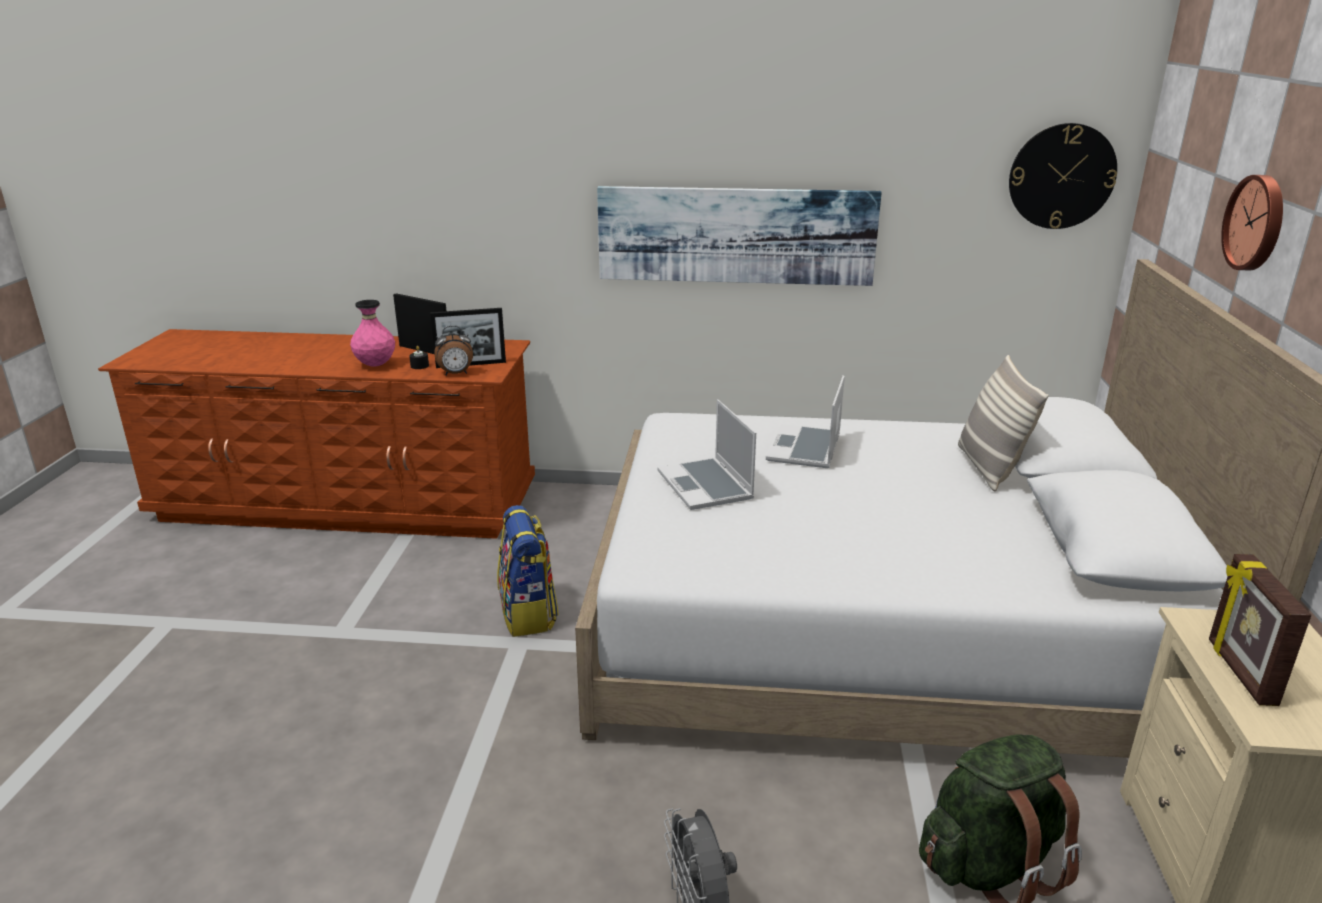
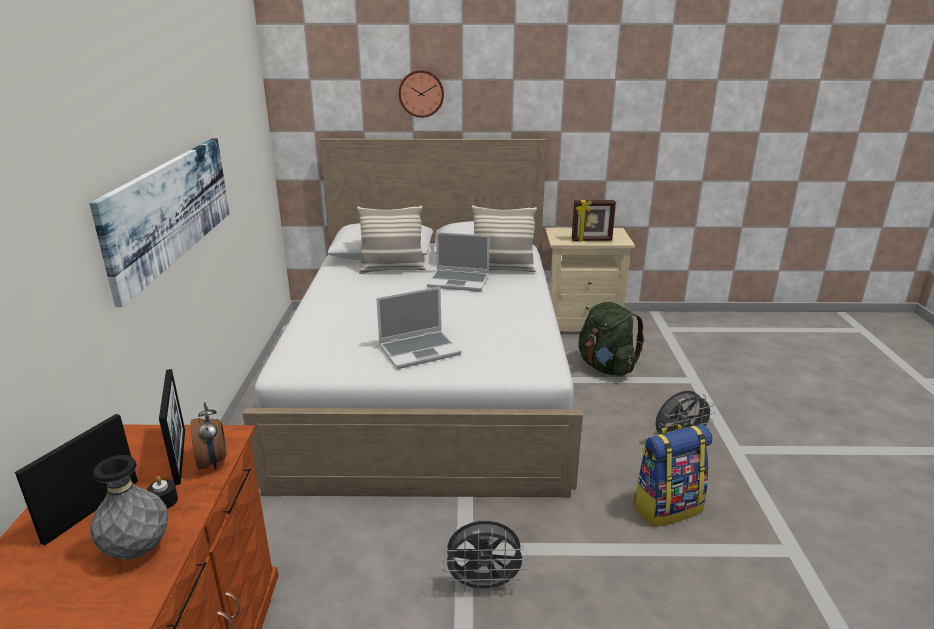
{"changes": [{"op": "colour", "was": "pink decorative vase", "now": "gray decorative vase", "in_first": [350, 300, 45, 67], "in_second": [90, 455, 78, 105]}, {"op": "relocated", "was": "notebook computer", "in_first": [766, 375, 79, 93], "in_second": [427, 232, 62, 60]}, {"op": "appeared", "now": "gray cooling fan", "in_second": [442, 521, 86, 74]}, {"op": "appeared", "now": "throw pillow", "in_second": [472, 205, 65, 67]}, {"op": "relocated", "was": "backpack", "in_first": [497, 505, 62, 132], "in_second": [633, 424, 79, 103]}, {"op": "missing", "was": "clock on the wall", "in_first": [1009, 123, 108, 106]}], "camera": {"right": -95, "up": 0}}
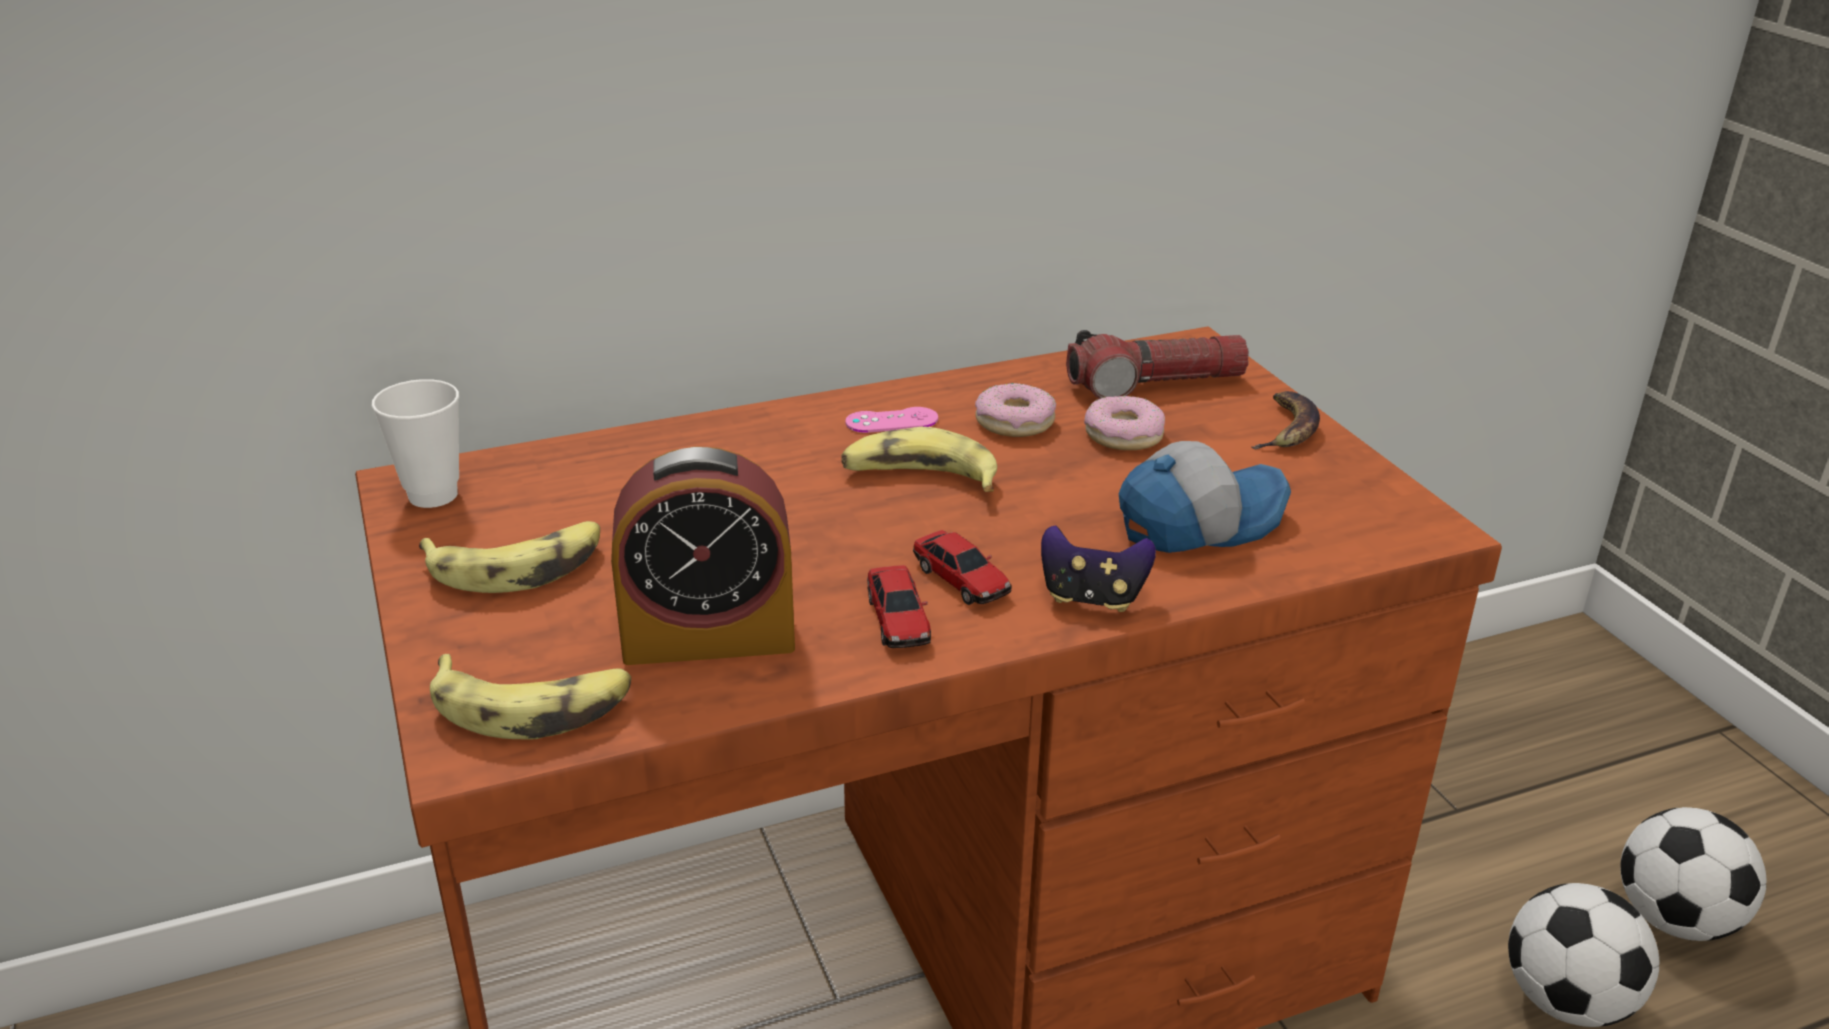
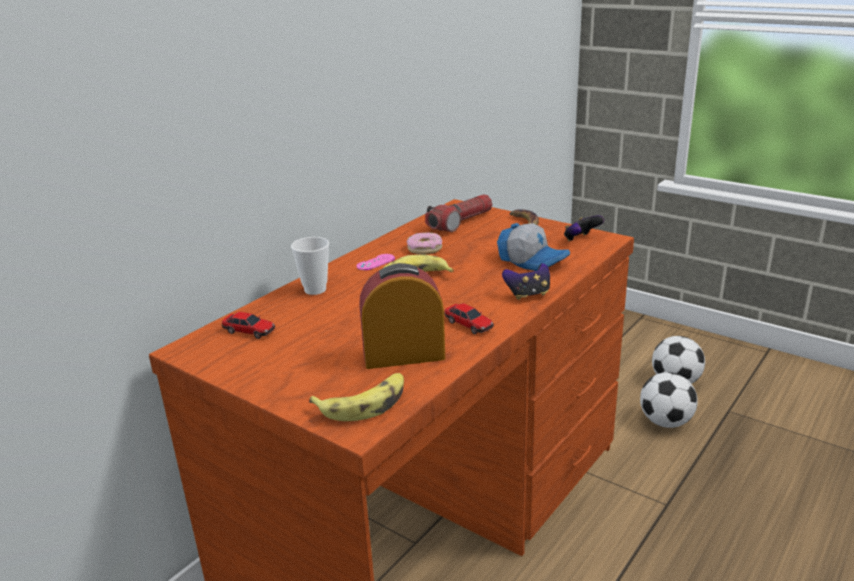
{"changes": [{"op": "relocated", "was": "model car", "in_first": [913, 530, 99, 75], "in_second": [222, 312, 53, 27]}, {"op": "relocated", "was": "small cup", "in_first": [372, 379, 87, 129], "in_second": [291, 237, 38, 58]}, {"op": "spun", "was": "table clock", "in_first": [611, 446, 184, 219], "in_second": [359, 263, 86, 106], "clockwise": -150}, {"op": "spun", "was": "peaked cap", "in_first": [1119, 441, 172, 112], "in_second": [497, 223, 73, 48], "clockwise": 90}, {"op": "appeared", "now": "game controller", "in_second": [564, 216, 40, 25]}, {"op": "missing", "was": "banana", "in_first": [419, 521, 181, 72]}, {"op": "missing", "was": "doughnut", "in_first": [1084, 396, 81, 54]}], "camera": {"right": -30, "up": -5}}
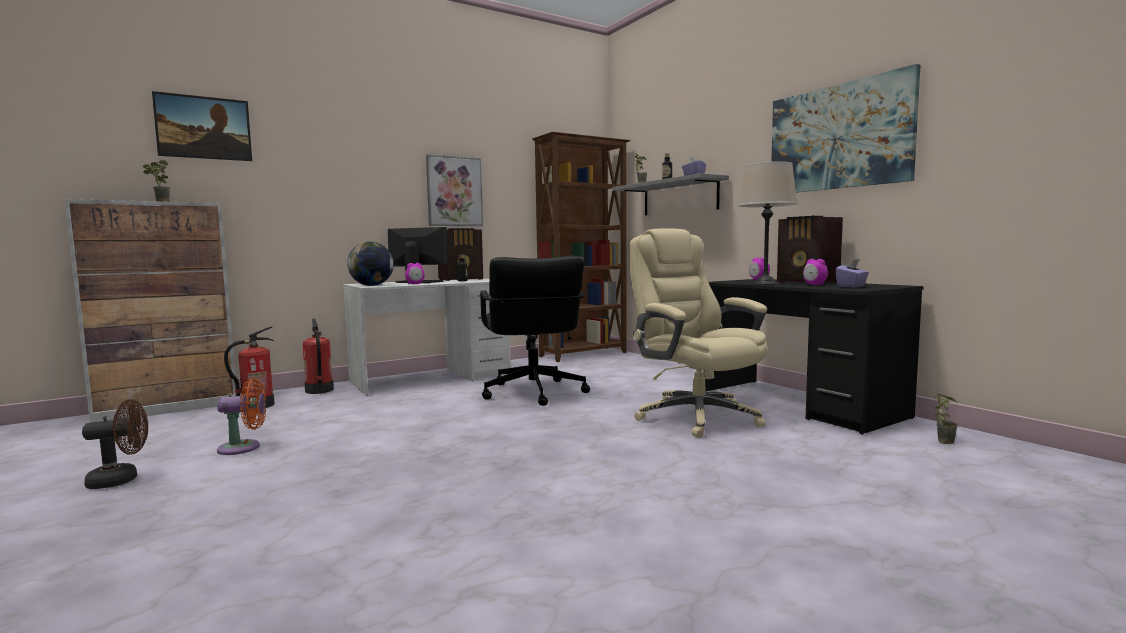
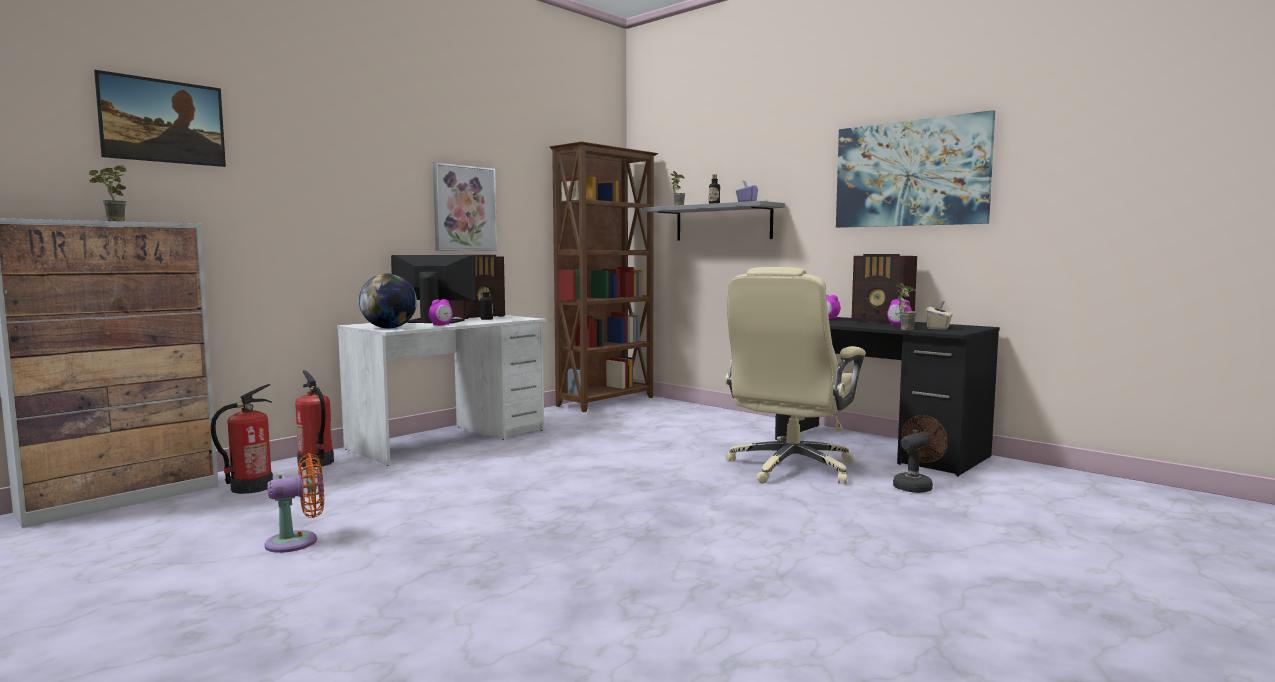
{"changes": [{"op": "spun", "was": "beige-coloured office chair", "in_first": [629, 228, 139, 210], "in_second": [725, 267, 141, 217], "clockwise": -105}, {"op": "relocated", "was": "brown cooling fan", "in_first": [82, 399, 66, 90], "in_second": [893, 415, 55, 78]}, {"op": "relocated", "was": "plant in a pot", "in_first": [934, 393, 24, 51], "in_second": [896, 283, 21, 47]}, {"op": "colour", "was": "purple-coloured box of tissues", "now": "beige-coloured box of tissues", "in_first": [835, 259, 34, 29], "in_second": [926, 301, 27, 29]}, {"op": "missing", "was": "blackish office chair", "in_first": [480, 256, 110, 150]}, {"op": "missing", "was": "beige-coloured table lamp", "in_first": [738, 161, 60, 124]}], "camera": {"right": -15, "up": 0}}
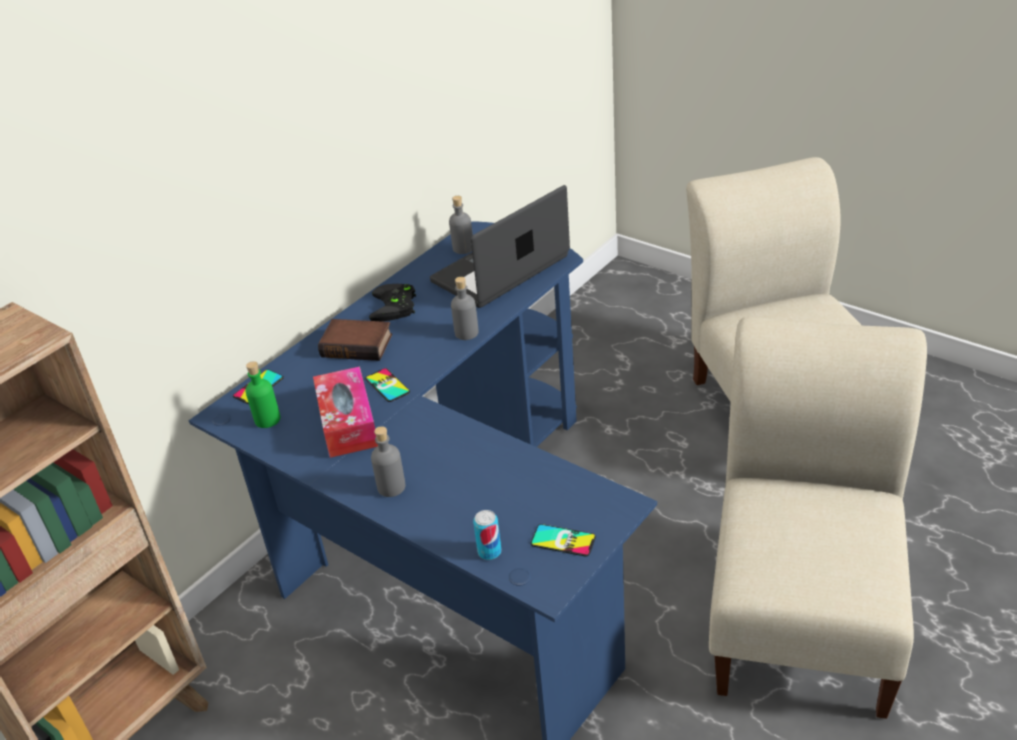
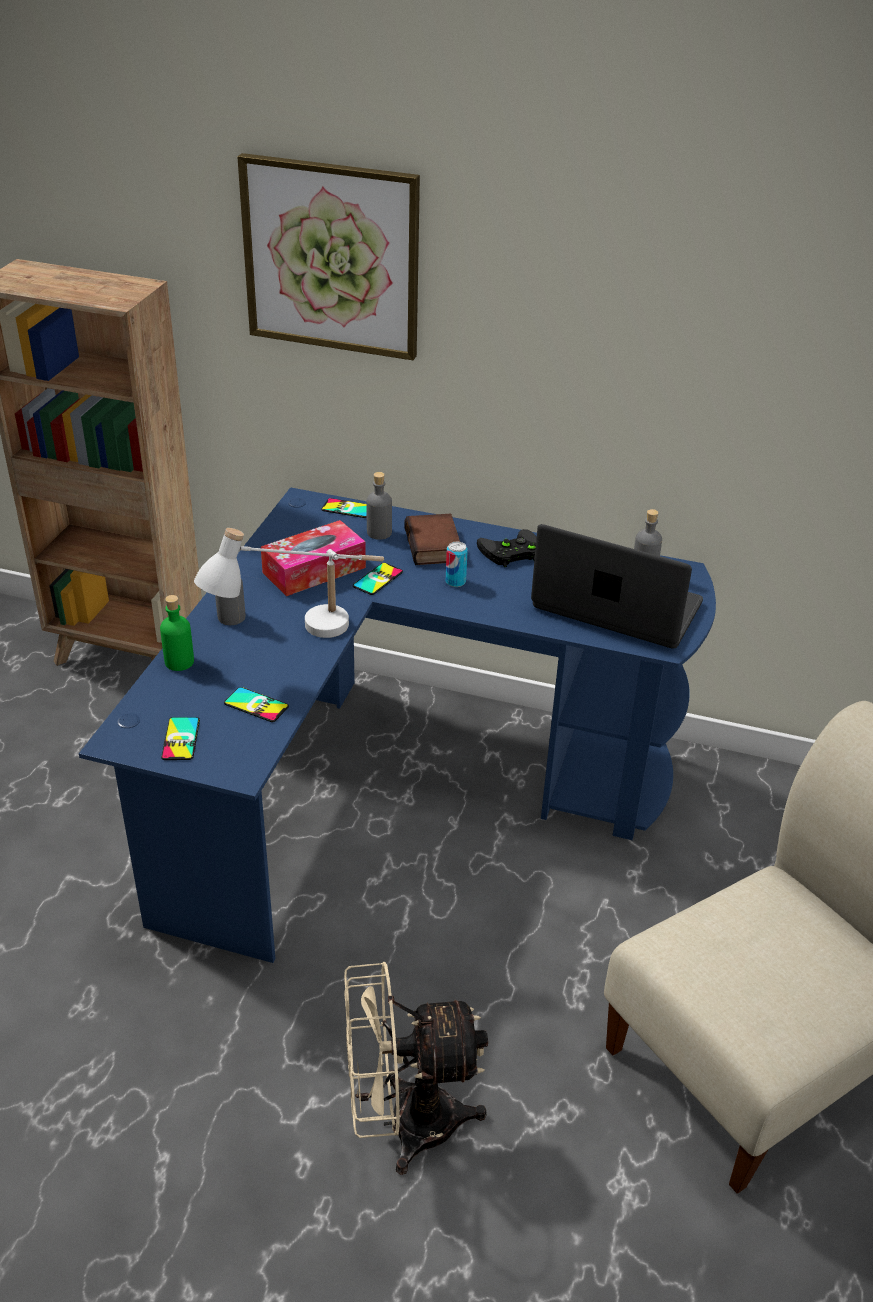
{"changes": [{"op": "relocated", "was": "green-coloured beverage bottle", "in_first": [246, 361, 34, 67], "in_second": [160, 595, 34, 76]}, {"op": "appeared", "now": "whitish table lamp", "in_second": [194, 528, 190, 110]}, {"op": "appeared", "now": "phone", "in_second": [224, 687, 65, 35]}, {"op": "appeared", "now": "picture", "in_second": [237, 153, 183, 207]}, {"op": "exchanged", "was": "beige-coloured chair", "now": "beige-coloured cooling fan", "in_first": [709, 317, 218, 402], "in_second": [344, 962, 144, 213]}, {"op": "relocated", "was": "gray beverage bottle", "in_first": [451, 277, 28, 63], "in_second": [366, 472, 26, 68]}, {"op": "relocated", "was": "sealed can", "in_first": [473, 510, 28, 50], "in_second": [446, 542, 22, 45]}], "camera": {"right": 65, "up": 0}}
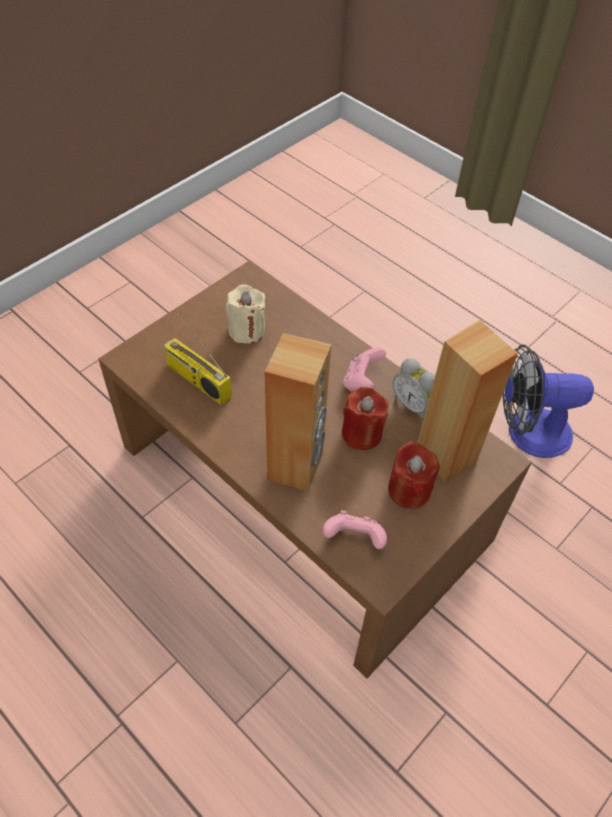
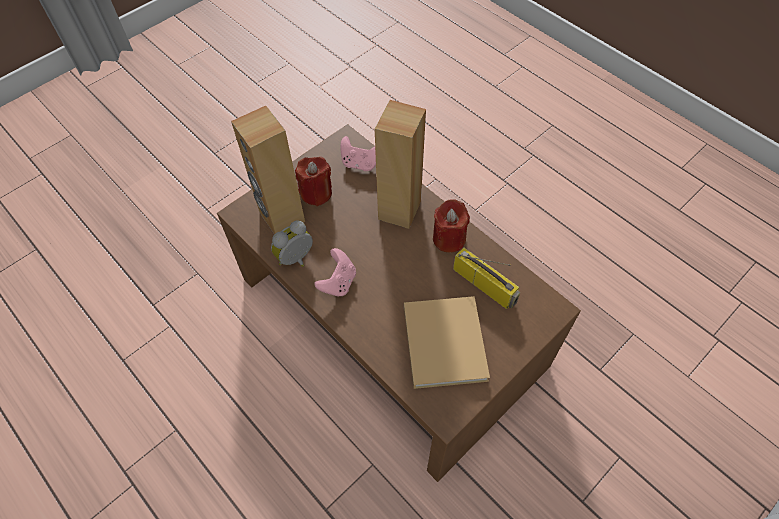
{"changes": [{"op": "spun", "was": "table clock", "in_first": [393, 358, 42, 62], "in_second": [271, 221, 42, 46], "clockwise": -90}, {"op": "exchanged", "was": "beige-coloured wax candle", "now": "beige-coloured volume", "in_first": [226, 284, 39, 60], "in_second": [404, 296, 86, 93]}, {"op": "relocated", "was": "red wax candle", "in_first": [342, 387, 47, 63], "in_second": [433, 199, 37, 54]}, {"op": "missing", "was": "cooling fan", "in_first": [502, 344, 92, 114]}], "camera": {"right": -175, "up": 5}}
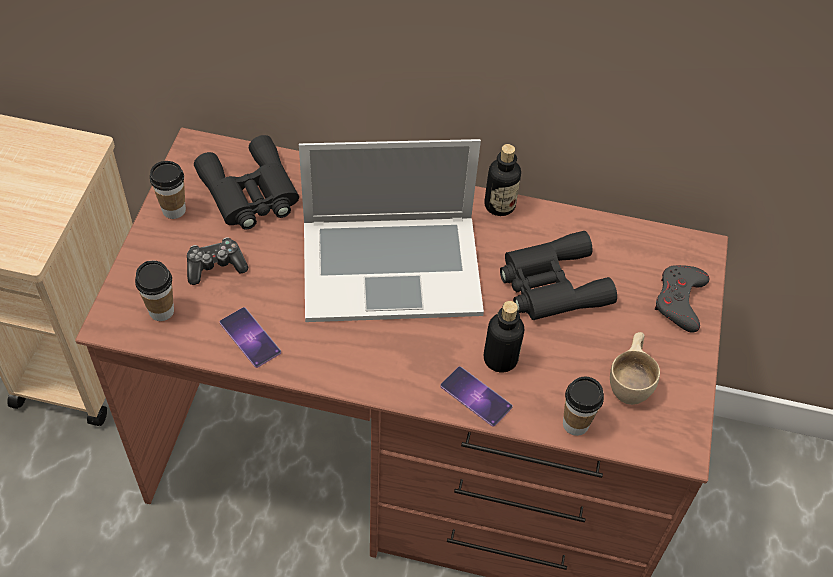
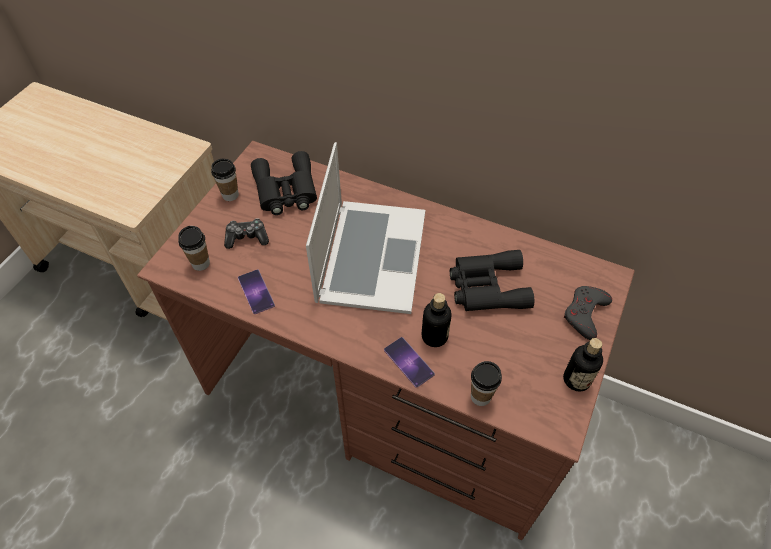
{"changes": [{"op": "spun", "was": "notebook computer", "in_first": [299, 139, 185, 183], "in_second": [306, 142, 119, 172], "clockwise": -90}, {"op": "relocated", "was": "beverage bottle", "in_first": [484, 144, 37, 72], "in_second": [563, 338, 40, 53]}, {"op": "missing", "was": "beige-coloured small cup", "in_first": [610, 332, 50, 73]}], "camera": {"right": 15, "up": 0}}
